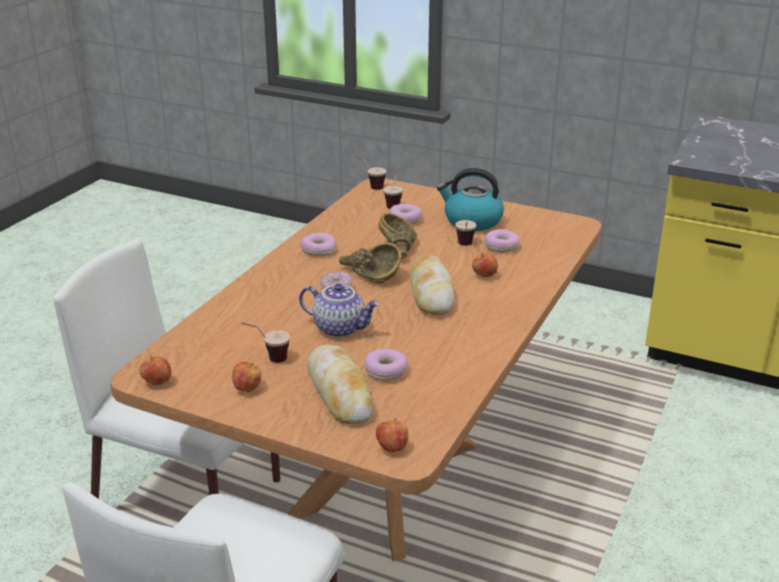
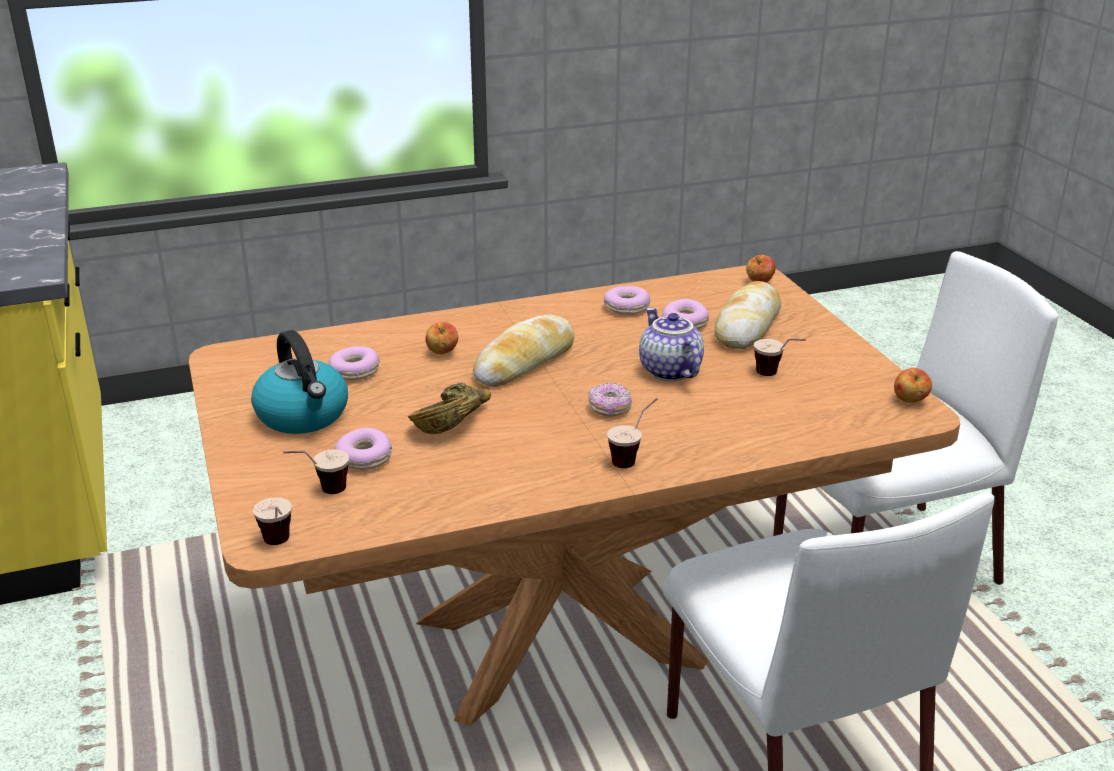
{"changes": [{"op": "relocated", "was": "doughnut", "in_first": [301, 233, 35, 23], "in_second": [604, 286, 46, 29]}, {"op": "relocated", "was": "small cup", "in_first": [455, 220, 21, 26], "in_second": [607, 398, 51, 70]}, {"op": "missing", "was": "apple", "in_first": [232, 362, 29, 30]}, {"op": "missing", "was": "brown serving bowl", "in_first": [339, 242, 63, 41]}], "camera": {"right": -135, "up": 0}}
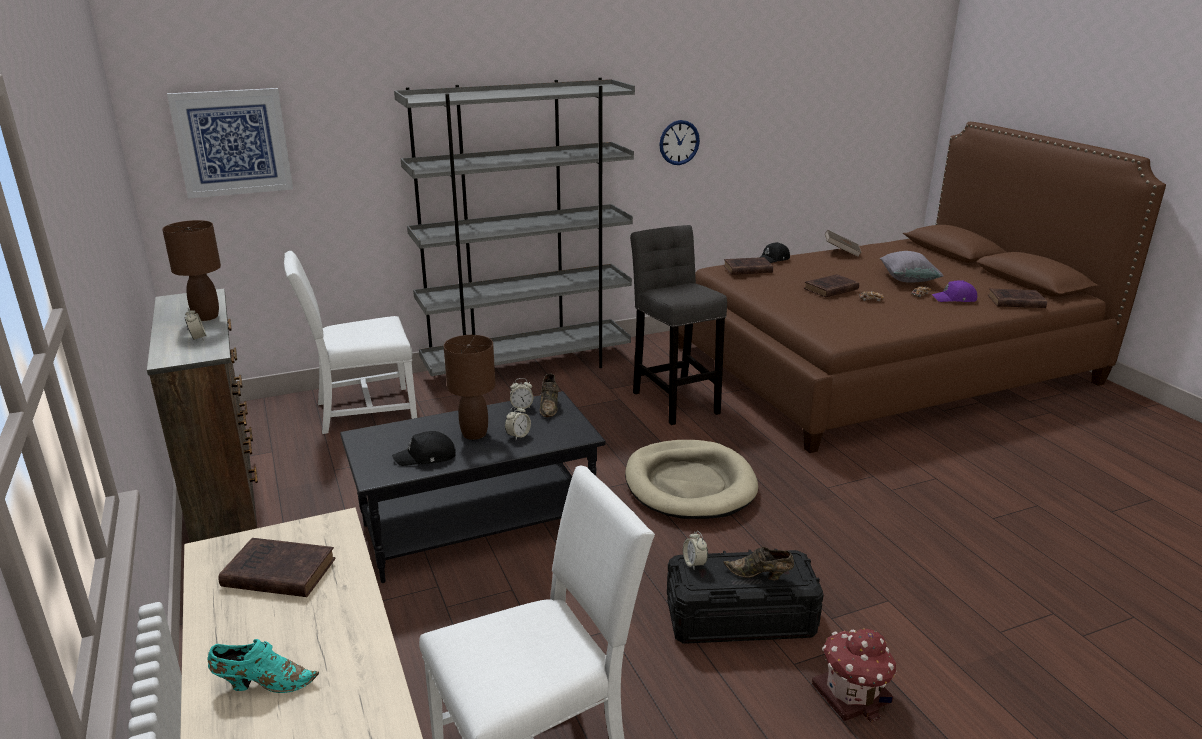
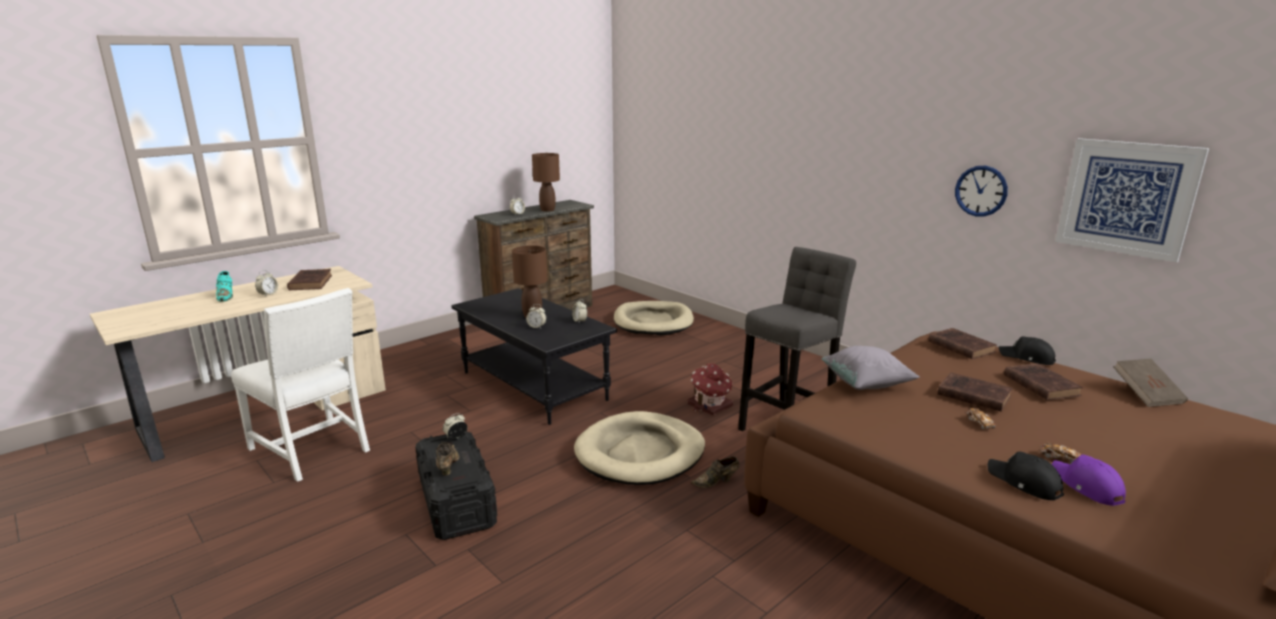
{"changes": [{"op": "appeared", "now": "table clock", "in_second": [255, 270, 23, 27]}, {"op": "exchanged", "was": "whitish chair", "now": "beige-coloured dog cushion", "in_first": [284, 251, 133, 183], "in_second": [614, 301, 80, 34]}, {"op": "relocated", "was": "model house", "in_first": [812, 629, 85, 94], "in_second": [688, 364, 45, 51]}, {"op": "relocated", "was": "brown shoe", "in_first": [540, 373, 19, 44], "in_second": [691, 456, 48, 32]}, {"op": "relocated", "was": "gray throw pillow", "in_first": [880, 251, 64, 32], "in_second": [822, 346, 98, 44]}, {"op": "relocated", "was": "blackish peaked cap", "in_first": [392, 431, 64, 35], "in_second": [988, 452, 76, 48]}, {"op": "relocated", "was": "brown volume", "in_first": [988, 289, 59, 19], "in_second": [1004, 363, 79, 37]}, {"op": "relocated", "was": "picture", "in_first": [167, 88, 126, 111], "in_second": [1055, 138, 154, 124]}, {"op": "missing", "was": "gray bookshelf", "in_first": [394, 78, 241, 298]}], "camera": {"right": 70, "up": -5}}
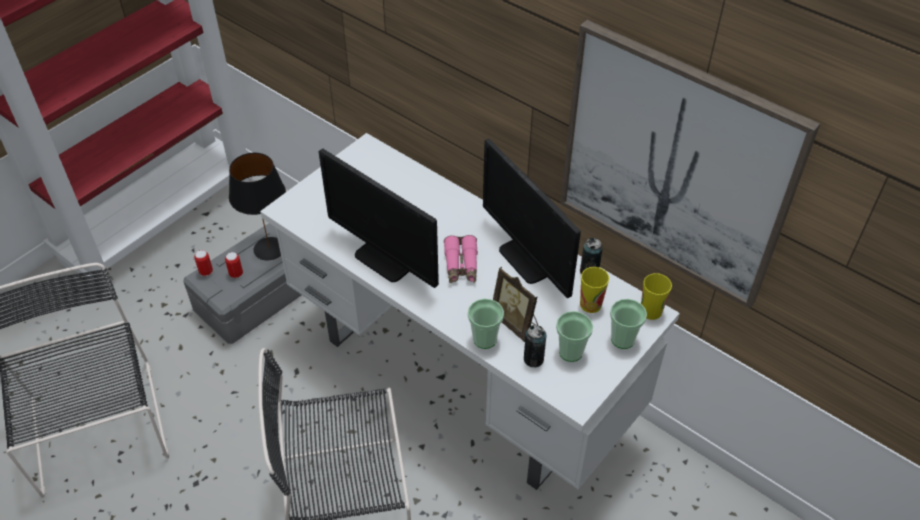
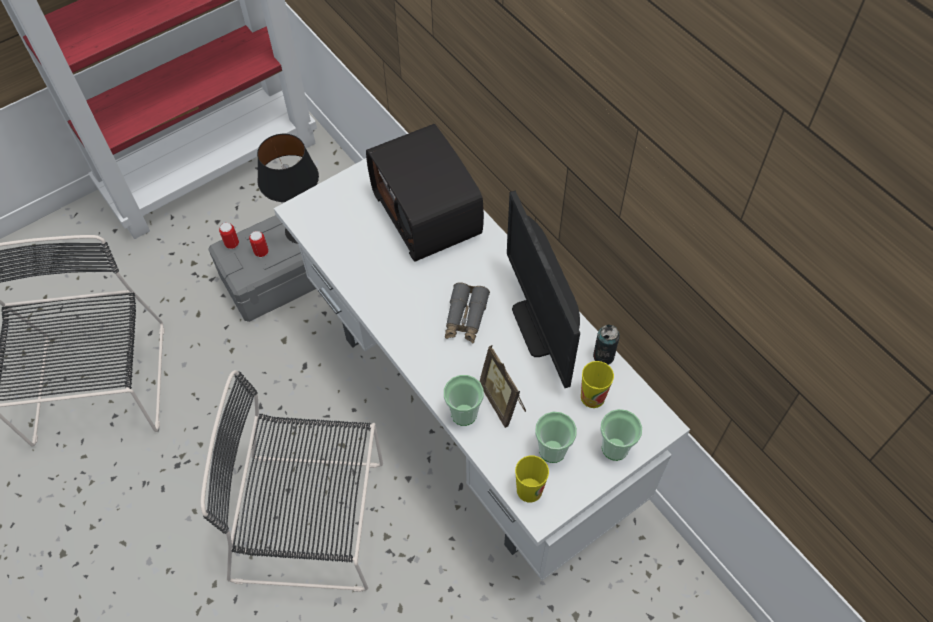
{"changes": [{"op": "appeared", "now": "radio receiver", "in_second": [366, 124, 118, 137]}, {"op": "colour", "was": "pink field glasses", "now": "gray field glasses", "in_first": [444, 235, 34, 48], "in_second": [445, 282, 45, 61]}, {"op": "relocated", "was": "small cup", "in_first": [641, 273, 31, 47], "in_second": [515, 456, 34, 46]}, {"op": "missing", "was": "computer display", "in_first": [319, 148, 120, 140]}, {"op": "missing", "was": "sealed can", "in_first": [524, 325, 22, 42]}, {"op": "missing", "was": "picture", "in_first": [560, 20, 260, 289]}], "camera": {"right": 15, "up": 10}}
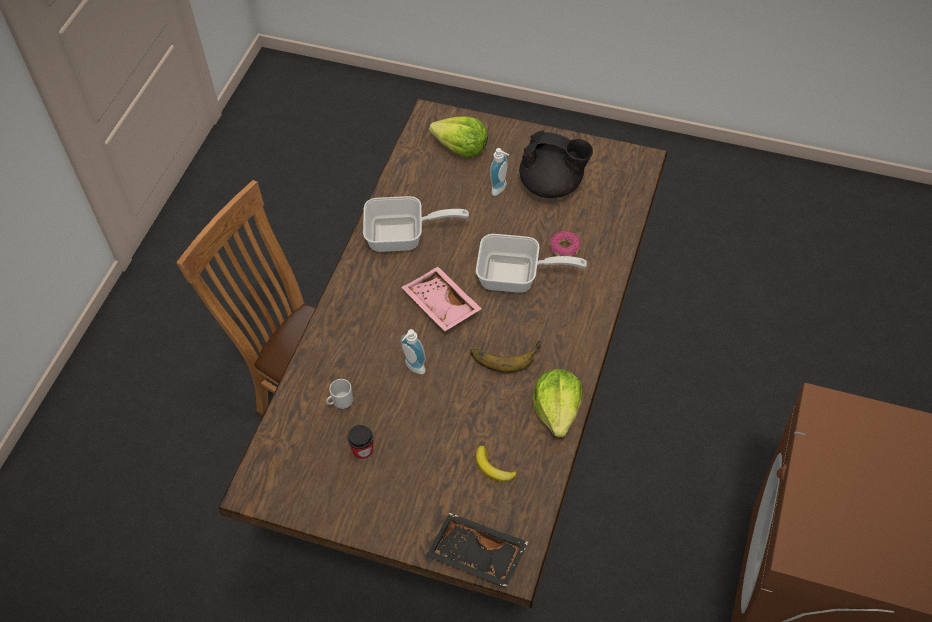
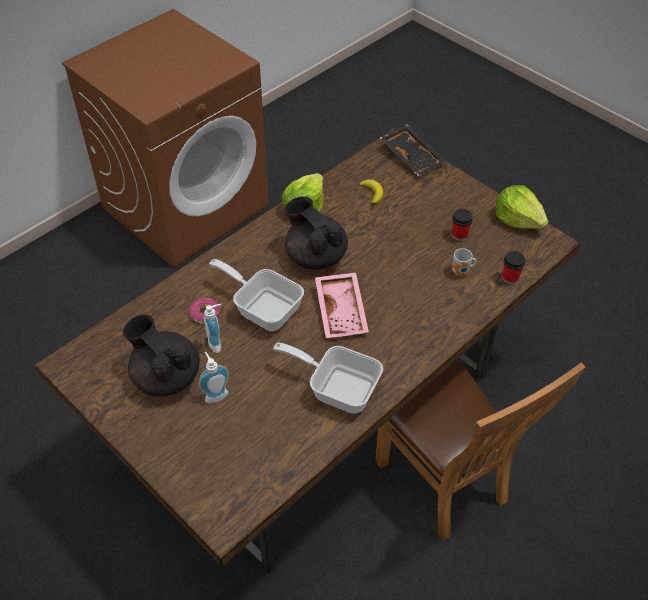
{"changes": [{"op": "relocated", "was": "soap dispenser", "in_first": [401, 329, 25, 45], "in_second": [204, 304, 17, 49]}, {"op": "exchanged", "was": "banana", "now": "blackish teapot", "in_first": [470, 340, 71, 33], "in_second": [284, 196, 64, 74]}, {"op": "relocated", "was": "head of lettuce", "in_first": [429, 116, 59, 42], "in_second": [495, 185, 54, 44]}, {"op": "appeared", "now": "small cup", "in_second": [502, 251, 23, 33]}], "camera": {"right": -155, "up": -5}}
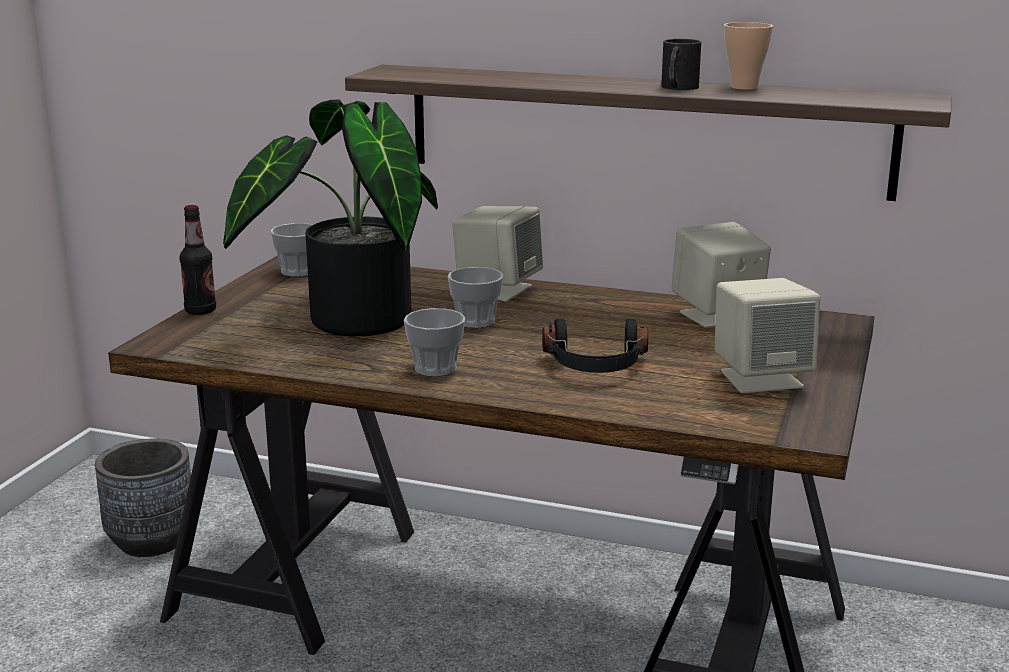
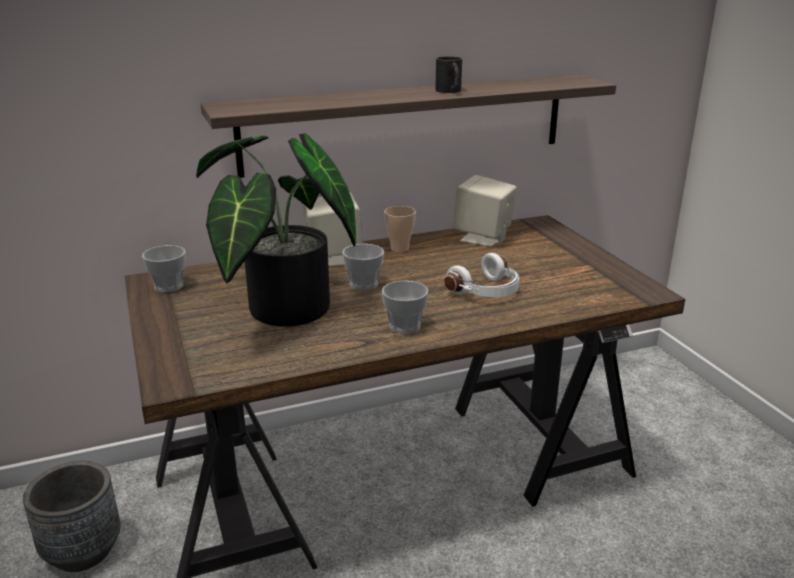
{"changes": [{"op": "relocated", "was": "small cup", "in_first": [724, 22, 49, 68], "in_second": [384, 206, 32, 46]}, {"op": "colour", "was": "blackish pair of headphones", "now": "whitish pair of headphones", "in_first": [542, 319, 106, 54], "in_second": [444, 253, 75, 44]}, {"op": "missing", "was": "beverage bottle", "in_first": [179, 205, 37, 110]}, {"op": "missing", "was": "beige-coloured audio speaker", "in_first": [715, 278, 106, 115]}], "camera": {"right": -40, "up": 5}}
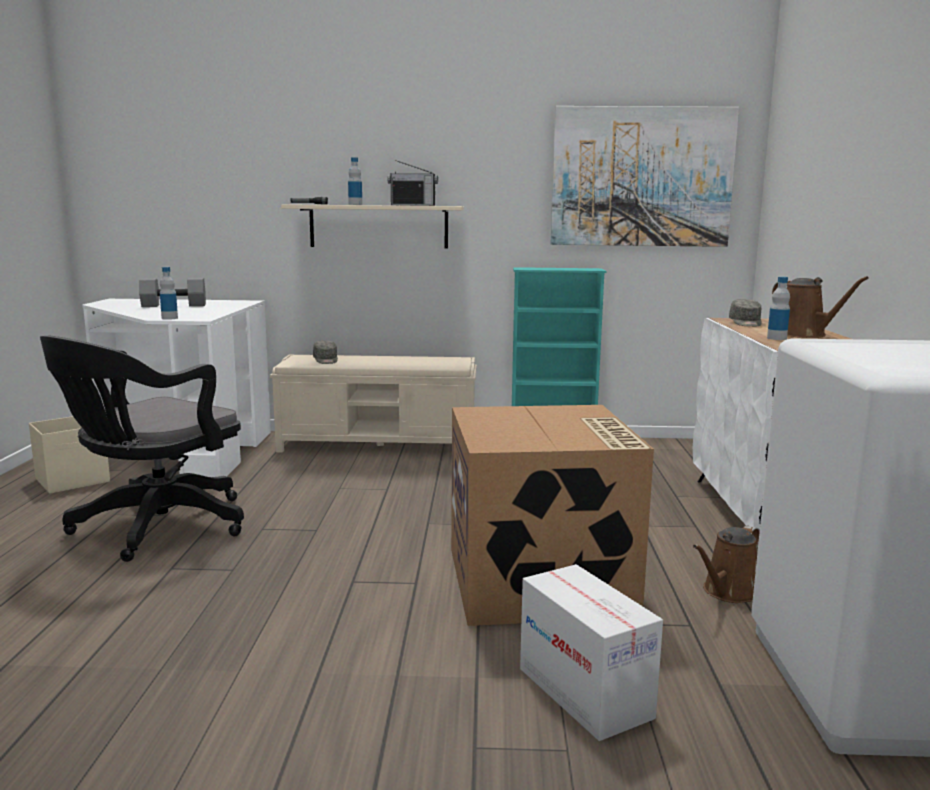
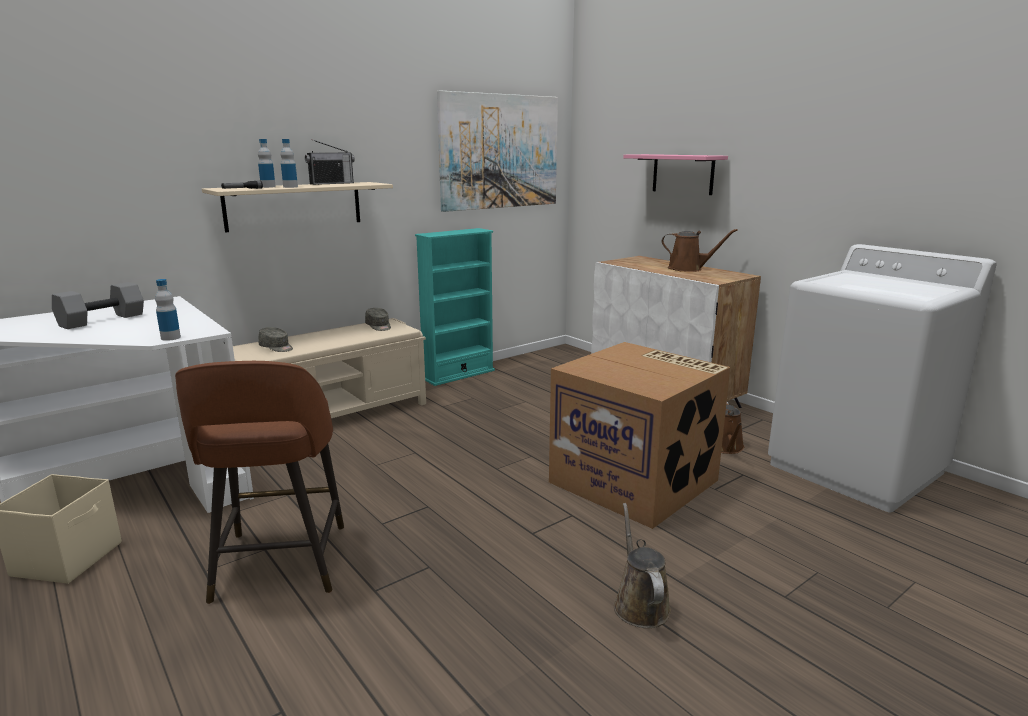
{"changes": [{"op": "exchanged", "was": "blackish office chair", "now": "brown stool seat", "in_first": [40, 336, 204, 226], "in_second": [175, 361, 169, 243]}, {"op": "relocated", "was": "beverage bottle", "in_first": [767, 277, 23, 63], "in_second": [258, 139, 18, 49]}, {"op": "relocated", "was": "gray peaked cap", "in_first": [729, 299, 33, 27], "in_second": [365, 308, 26, 23]}, {"op": "appeared", "now": "brown watering can", "in_second": [614, 503, 57, 125]}, {"op": "appeared", "now": "pink wall shelf", "in_second": [623, 154, 105, 41]}, {"op": "missing", "was": "carton", "in_first": [520, 564, 143, 177]}], "camera": {"right": -40, "up": 5}}
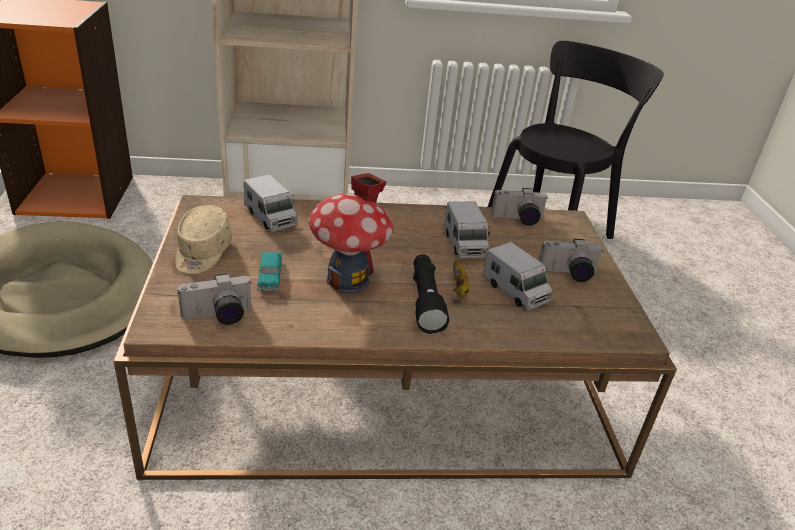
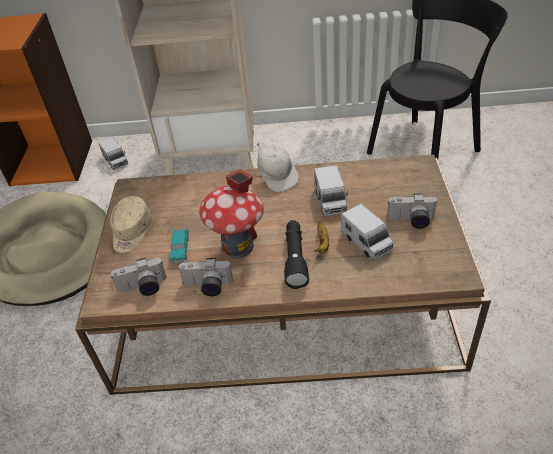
{"changes": [{"op": "relocated", "was": "toy lorry", "in_first": [244, 174, 54, 58], "in_second": [99, 137, 29, 33]}, {"op": "relocated", "was": "photo camera", "in_first": [491, 188, 58, 38], "in_second": [178, 258, 55, 38]}, {"op": "appeared", "now": "whitish peaked cap", "in_second": [257, 143, 42, 49]}], "camera": {"right": 10, "up": 10}}
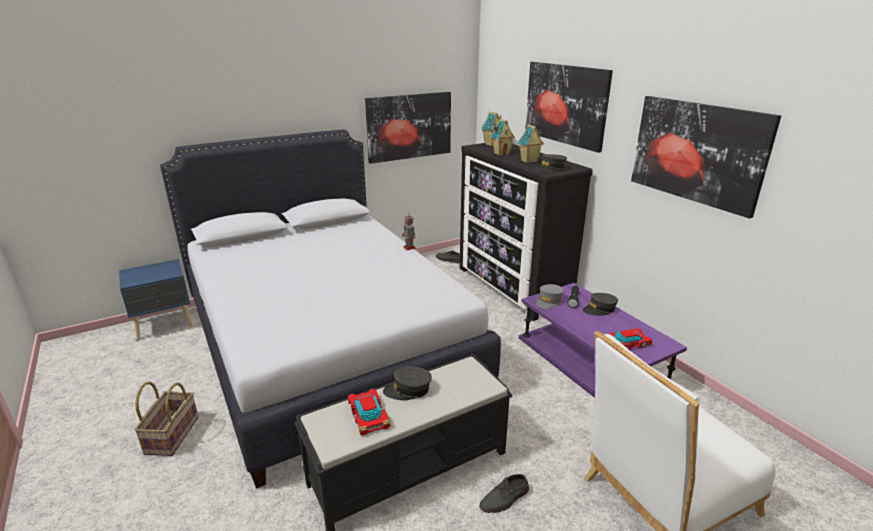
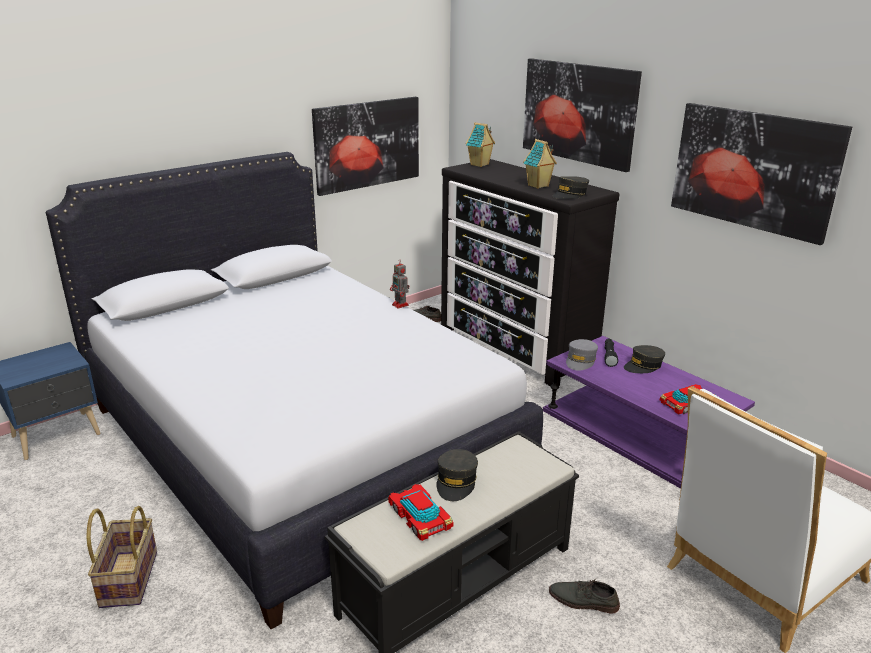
{"changes": [{"op": "spun", "was": "gray peaked cap", "in_first": [383, 366, 49, 34], "in_second": [436, 449, 42, 52], "clockwise": -60}, {"op": "spun", "was": "gray shoe", "in_first": [479, 474, 50, 39], "in_second": [549, 579, 71, 35], "clockwise": 60}, {"op": "missing", "was": "model house", "in_first": [490, 119, 25, 37]}], "camera": {"right": -10, "up": 0}}
